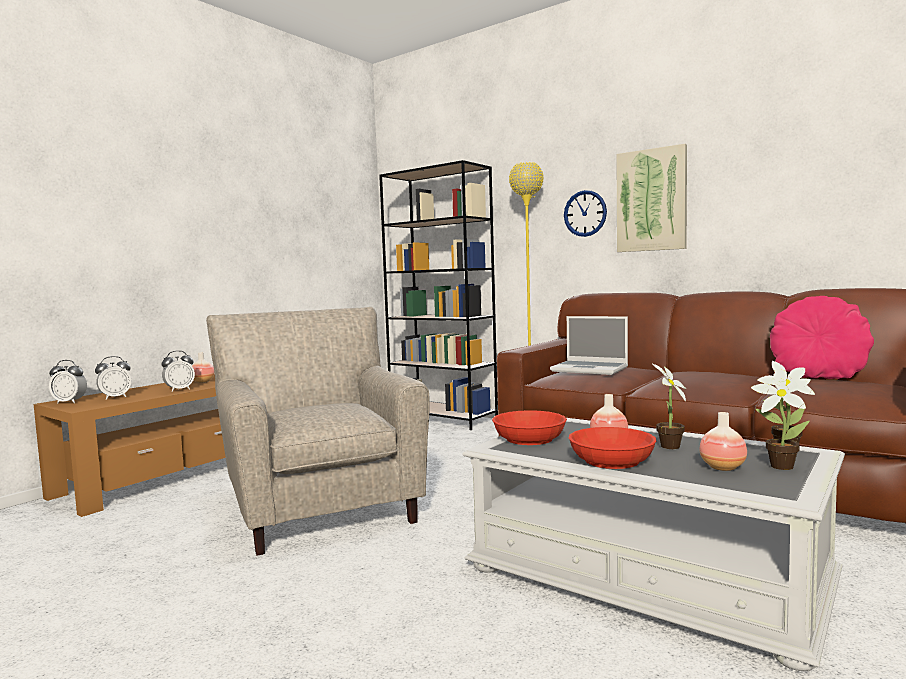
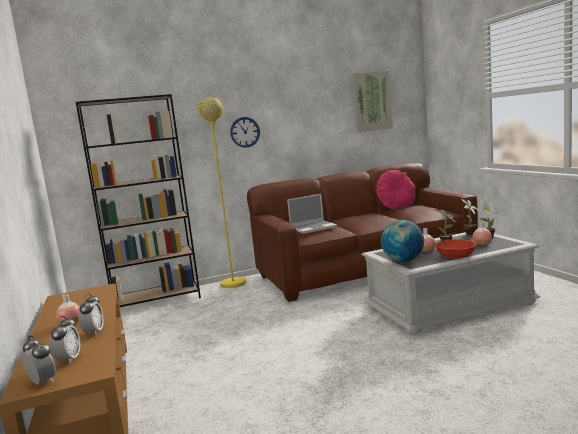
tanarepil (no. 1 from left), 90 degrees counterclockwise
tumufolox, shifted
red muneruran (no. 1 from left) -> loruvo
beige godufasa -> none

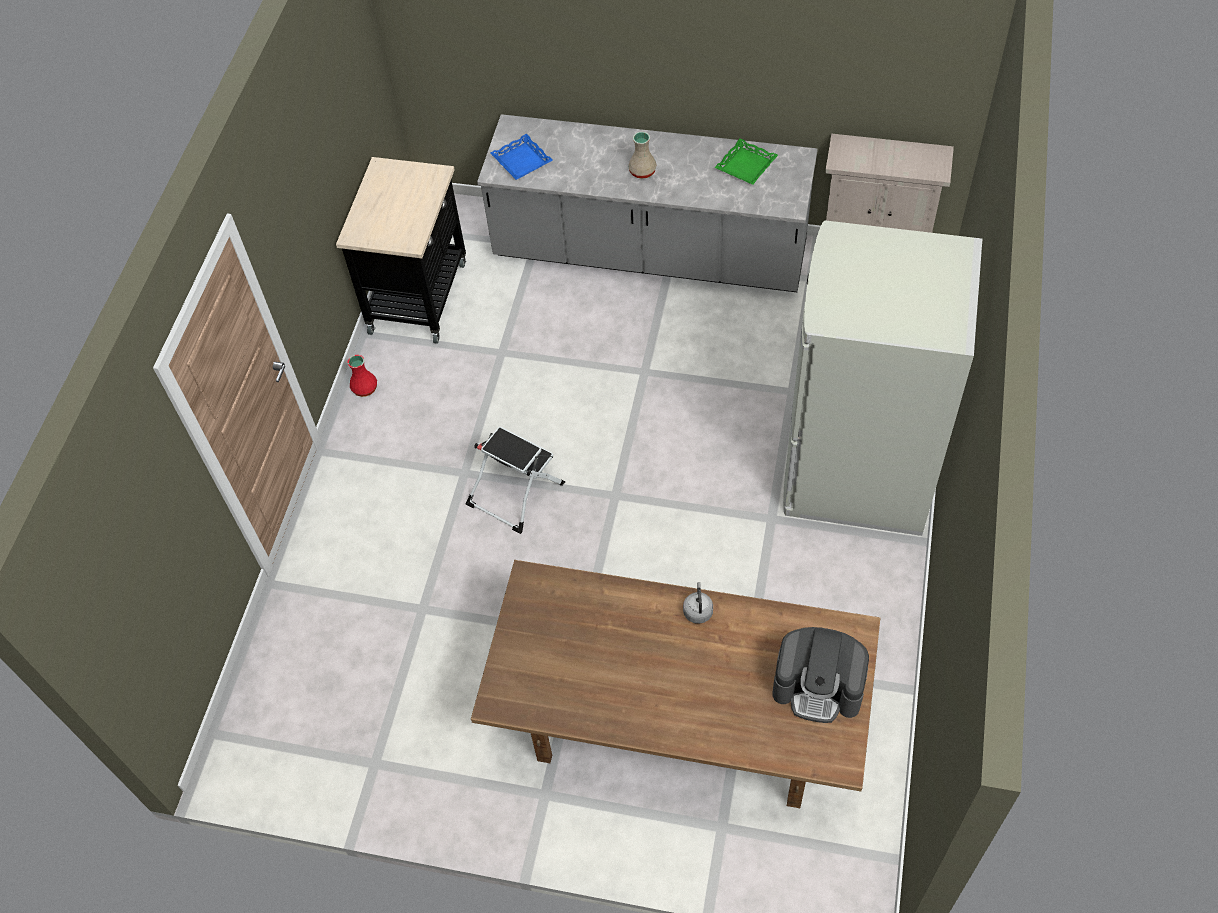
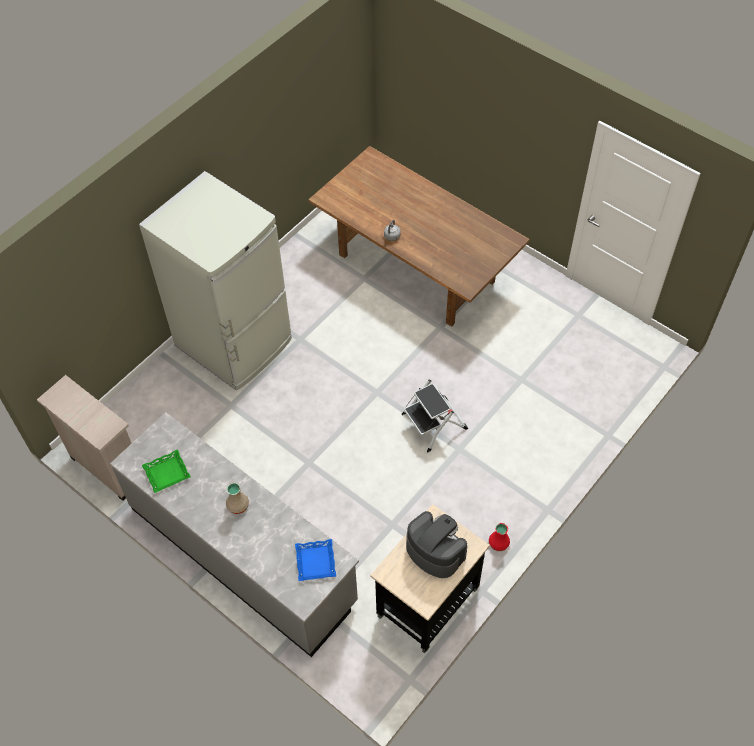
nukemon, shifted

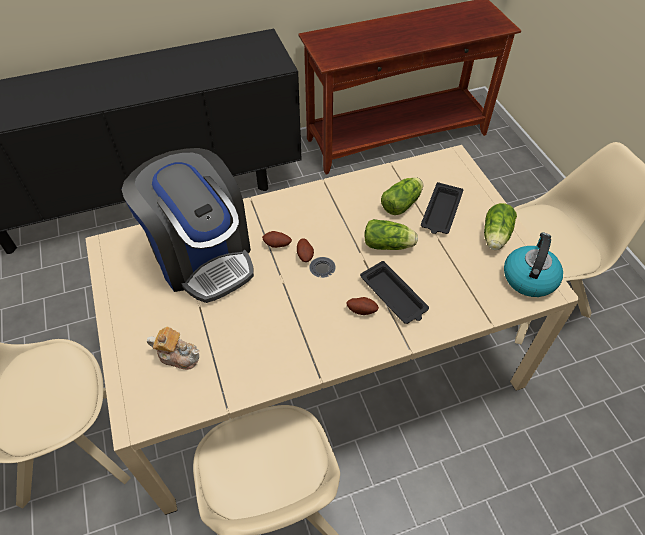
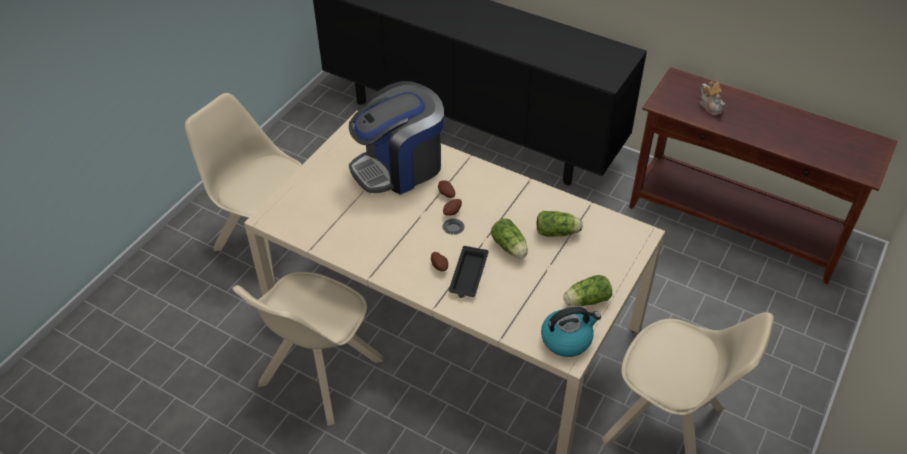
nukemon, 45 degrees clockwise
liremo, shifted
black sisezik (no. 2 from left) -> none

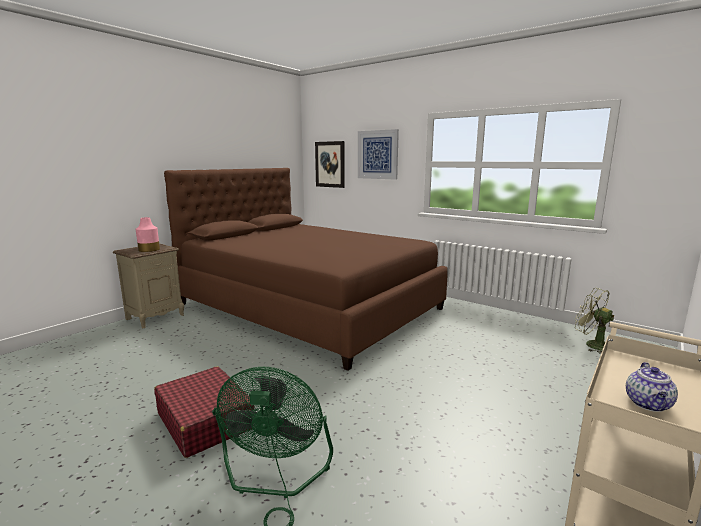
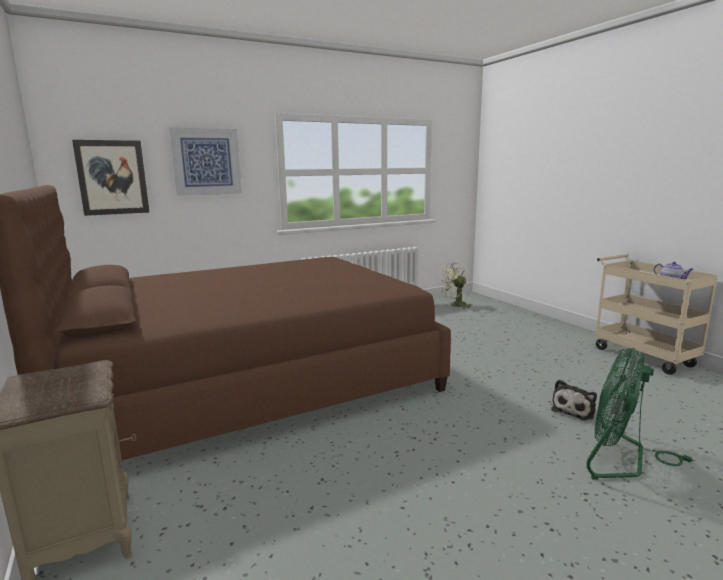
none -> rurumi
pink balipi -> none
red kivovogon -> none

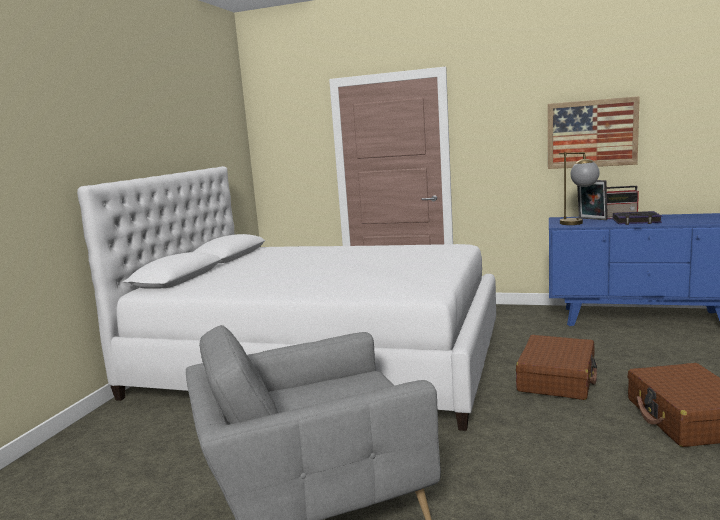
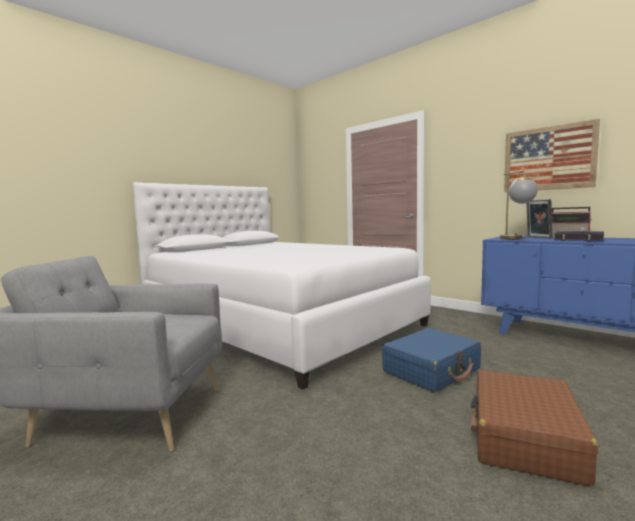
brown kivovogon (no. 1 from left) -> blue kivovogon

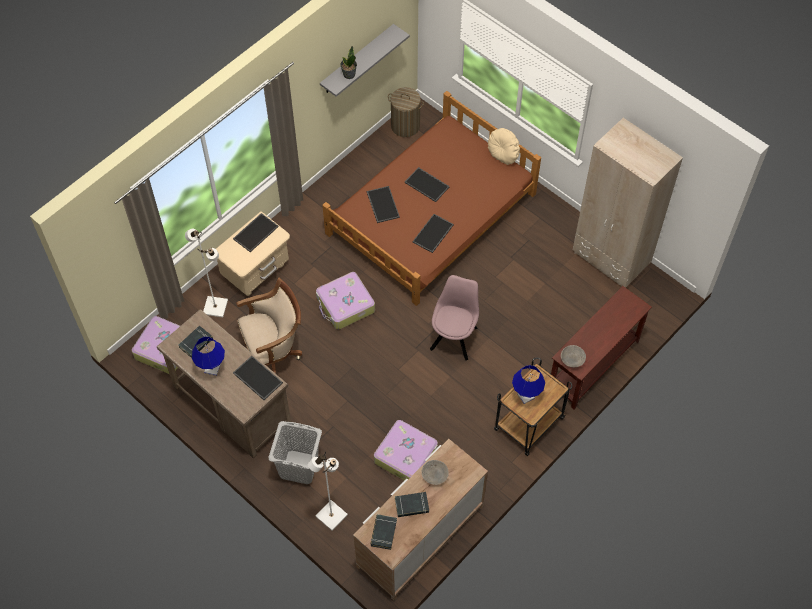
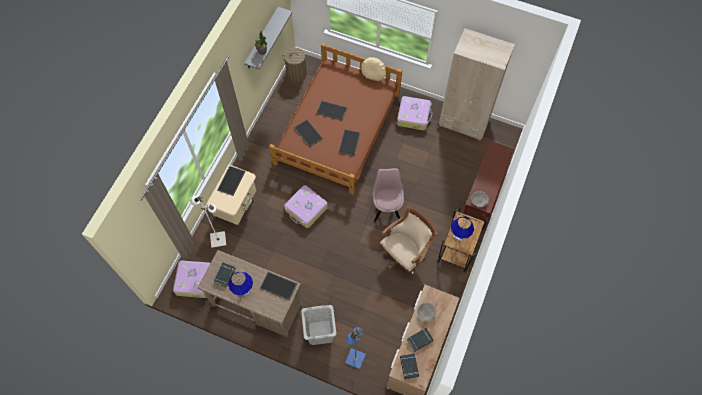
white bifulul (no. 2 from left) -> blue bifulul
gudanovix, shifted
kivovogon (no. 3 from left), shifted

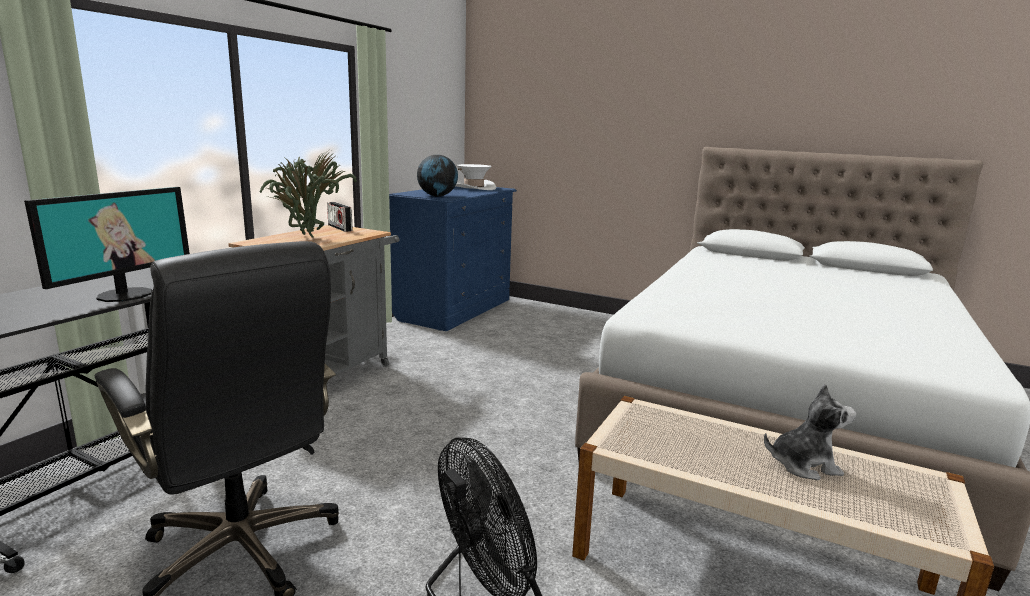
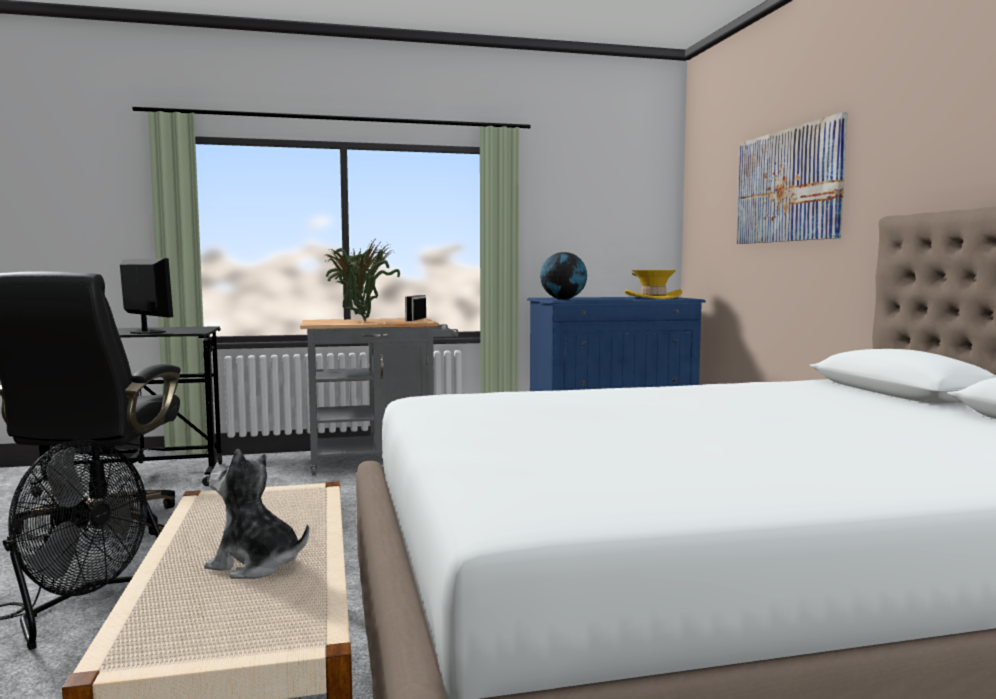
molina, 120 degrees counterclockwise
rurumi, 150 degrees clockwise
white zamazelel -> yellow zamazelel
none -> tumufolox

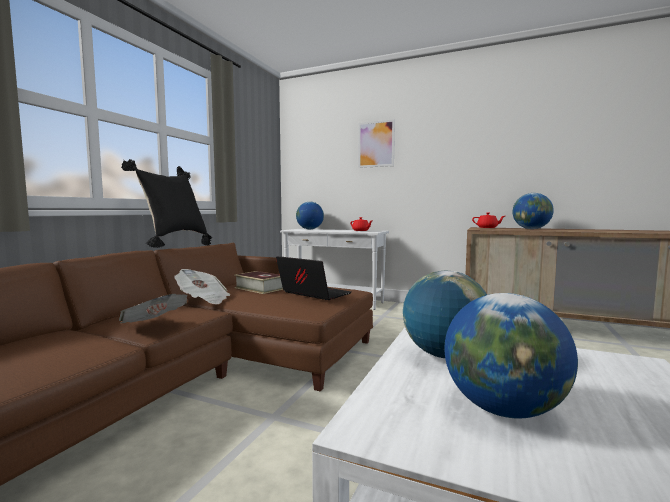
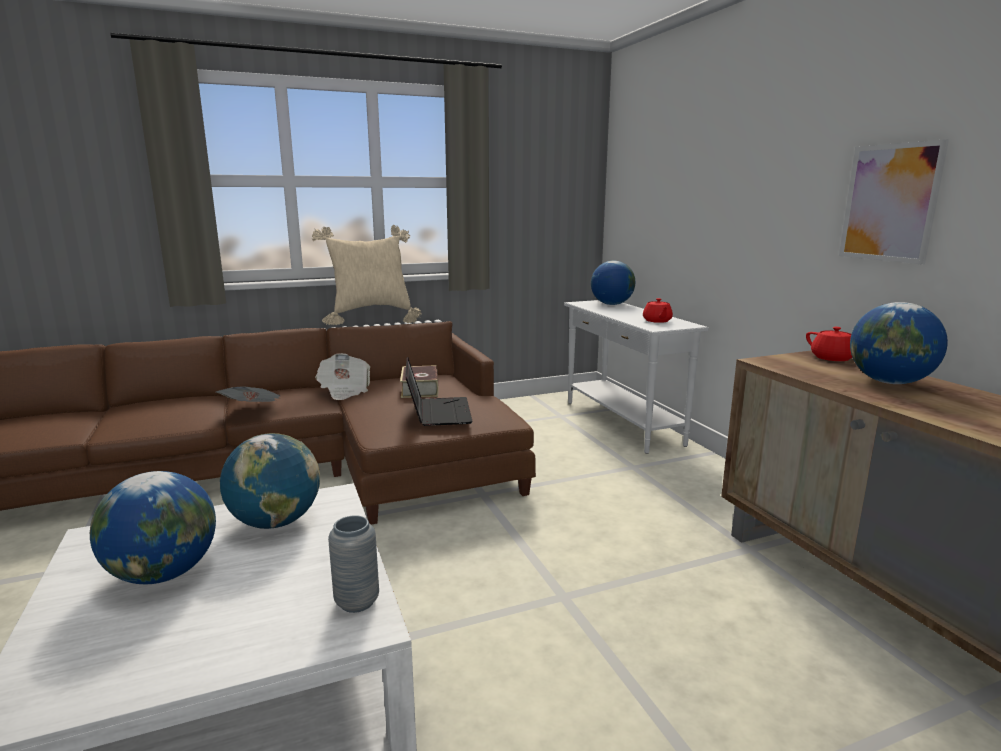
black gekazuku -> beige gekazuku
none -> grey balipi
tumufolox, shifted

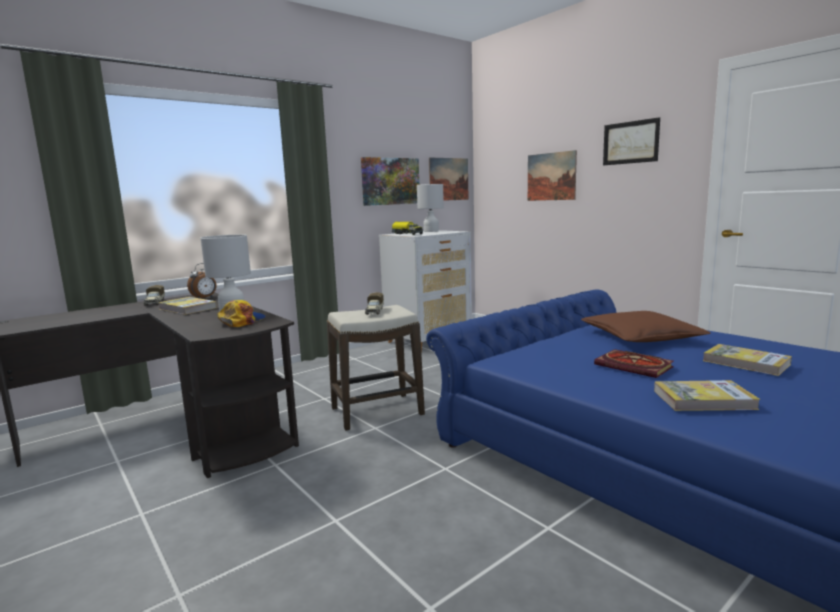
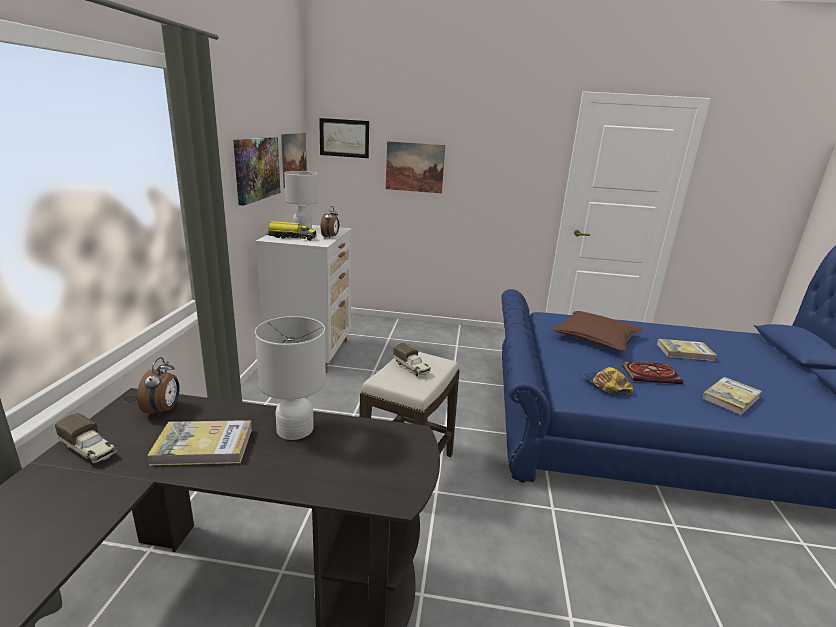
tumufolox (no. 4 from left in the first image) -> tumufolox (no. 3 from left), shifted
none -> tanarepil (no. 2 from left)
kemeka, shifted

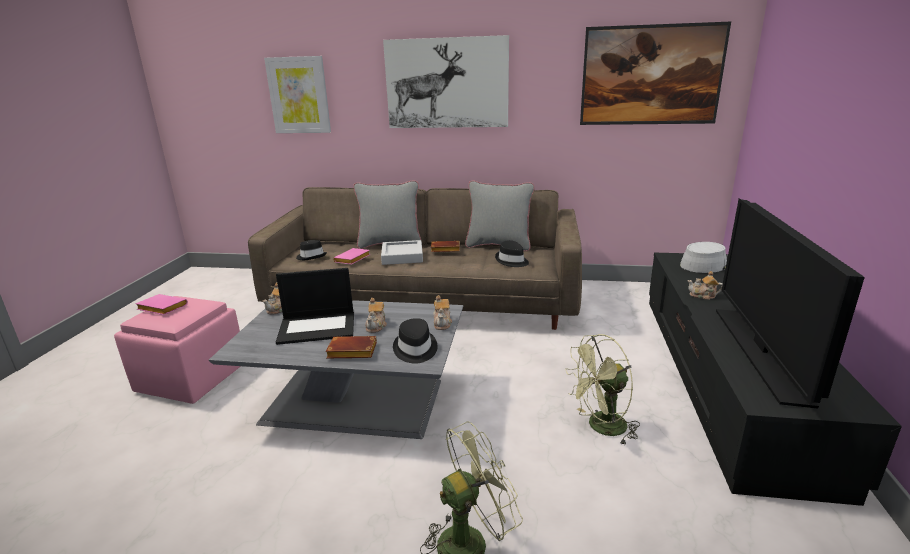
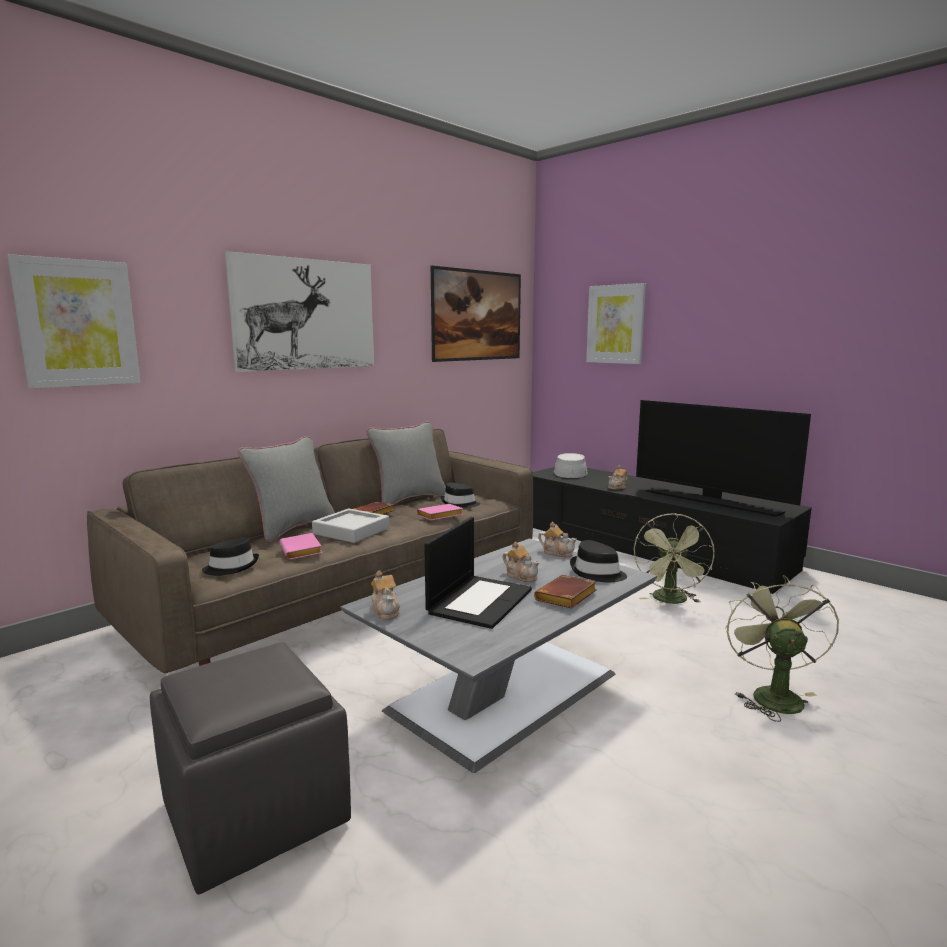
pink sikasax -> grey sikasax
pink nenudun (no. 1 from left in the first image) -> pink nenudun (no. 2 from left), shifted
none -> tumufolox (no. 4 from left)

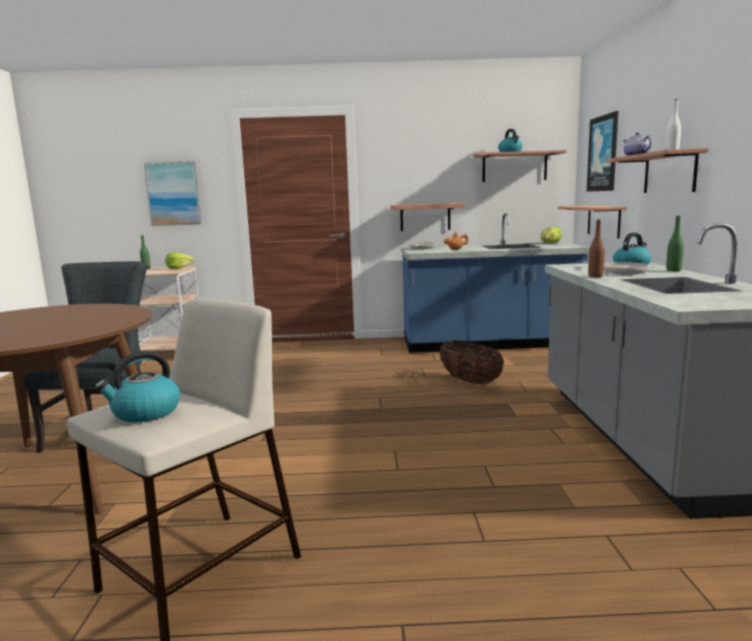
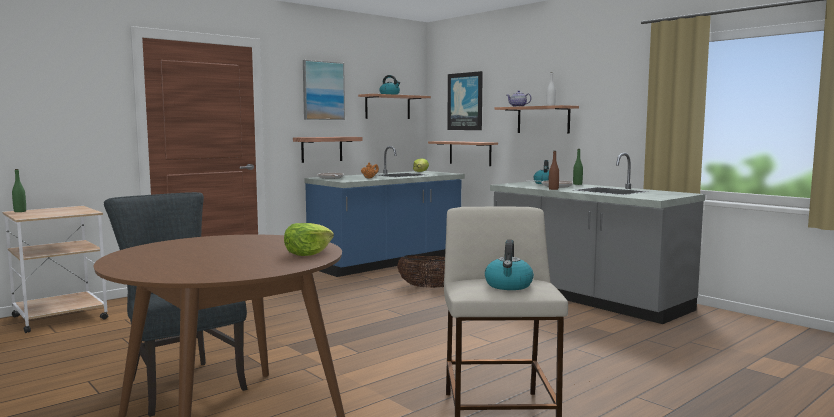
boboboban (no. 1 from left), shifted
tumufolox (no. 1 from left), shifted

